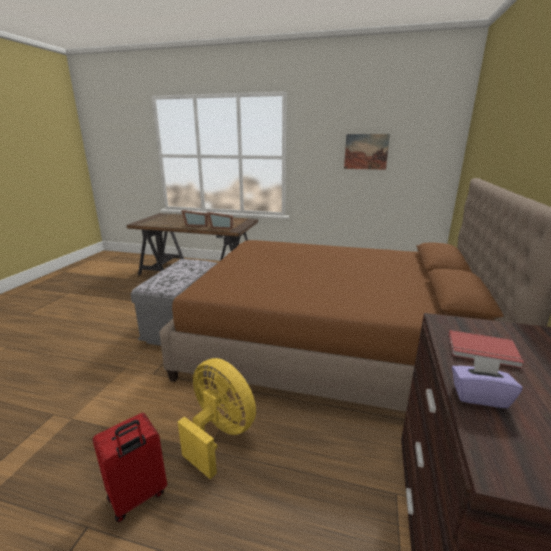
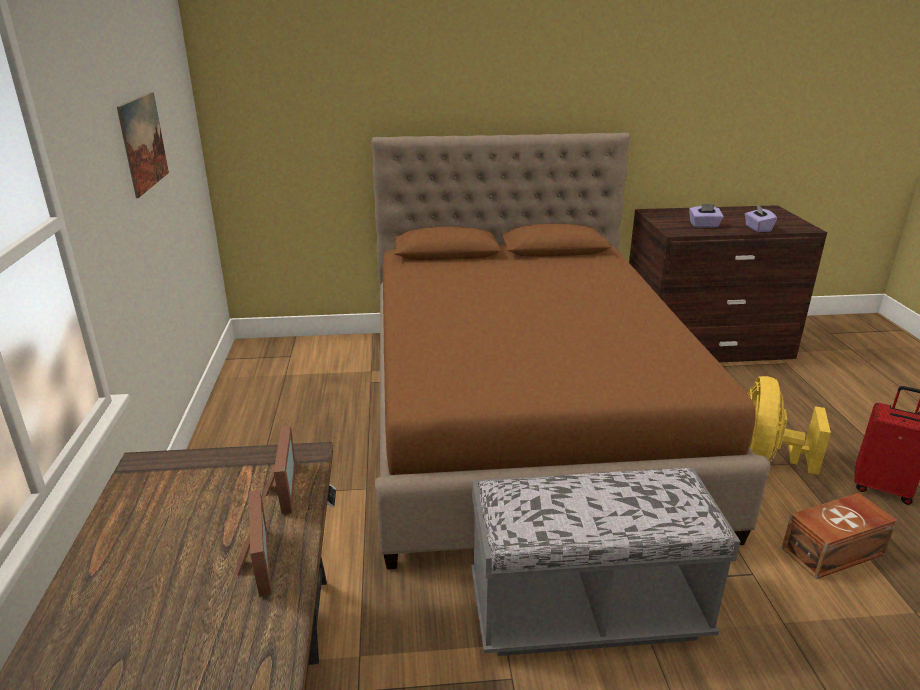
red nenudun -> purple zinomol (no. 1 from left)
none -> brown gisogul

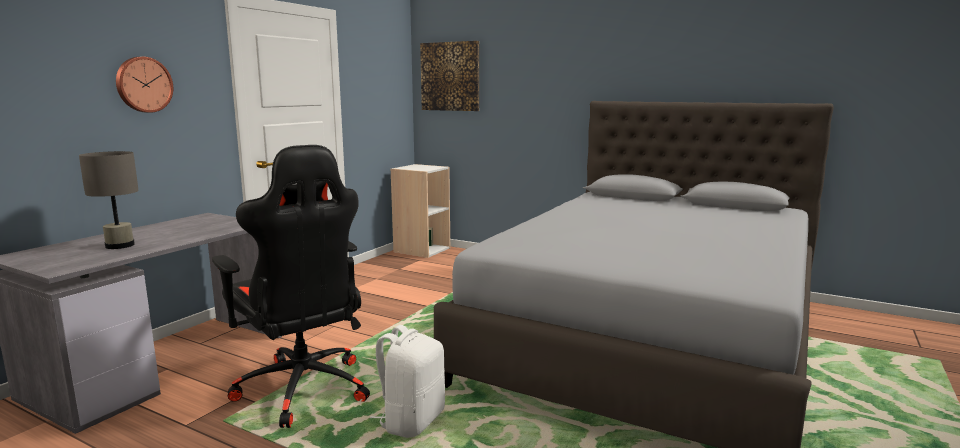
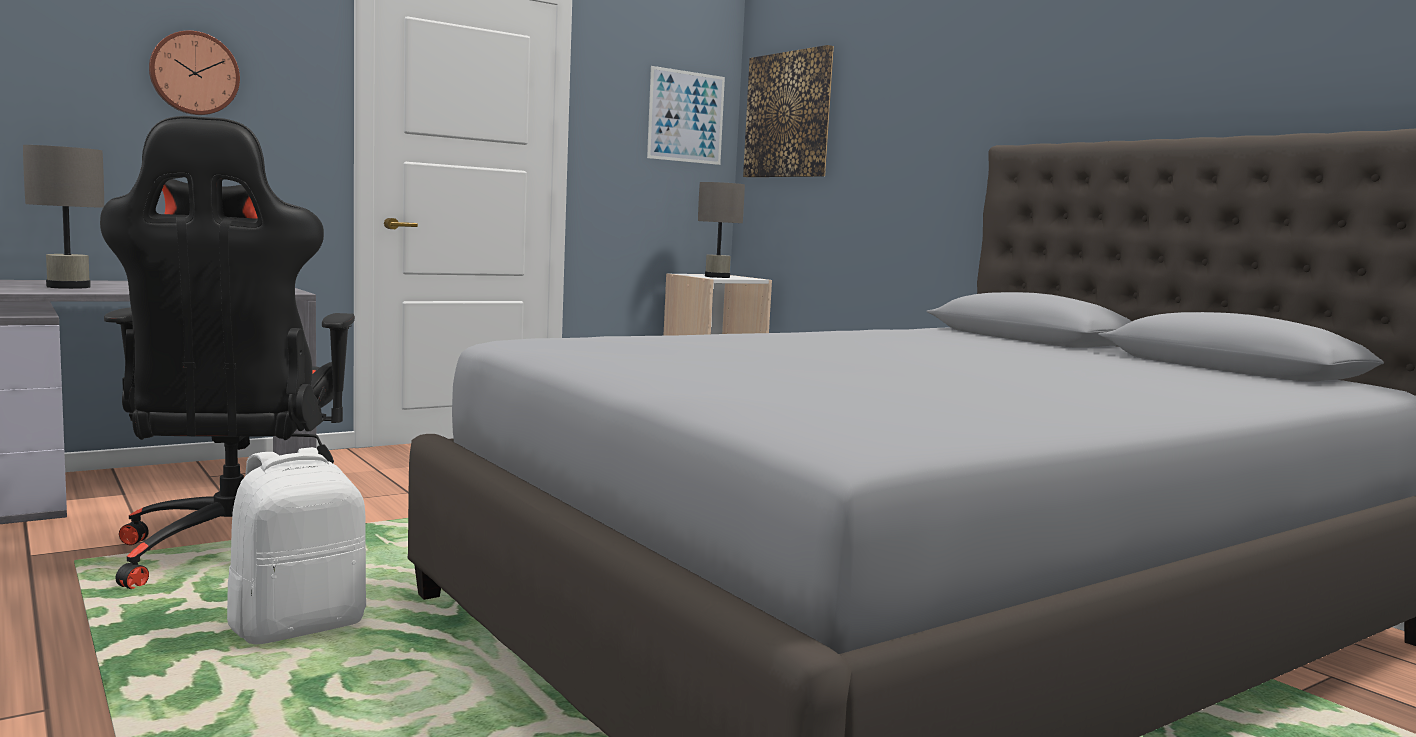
none -> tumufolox (no. 1 from left)
none -> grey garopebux (no. 2 from left)

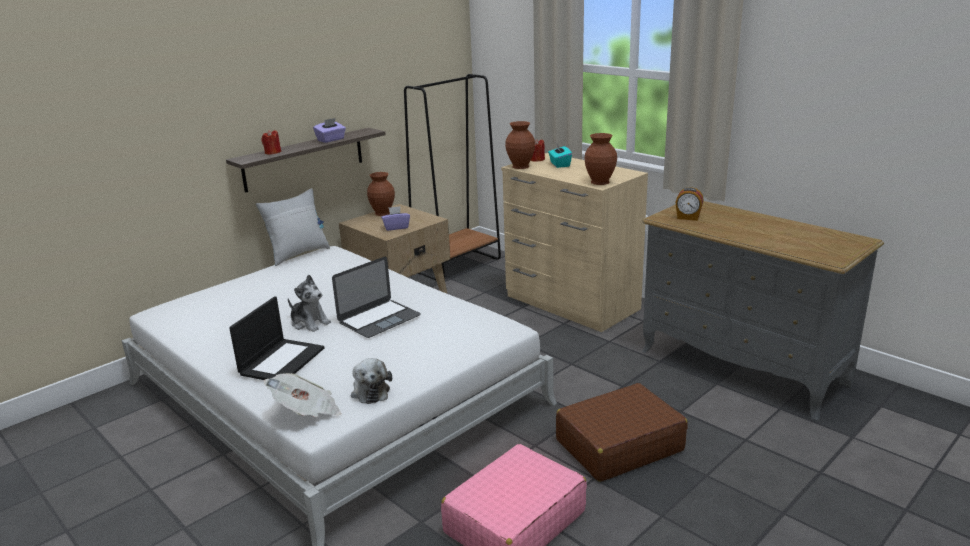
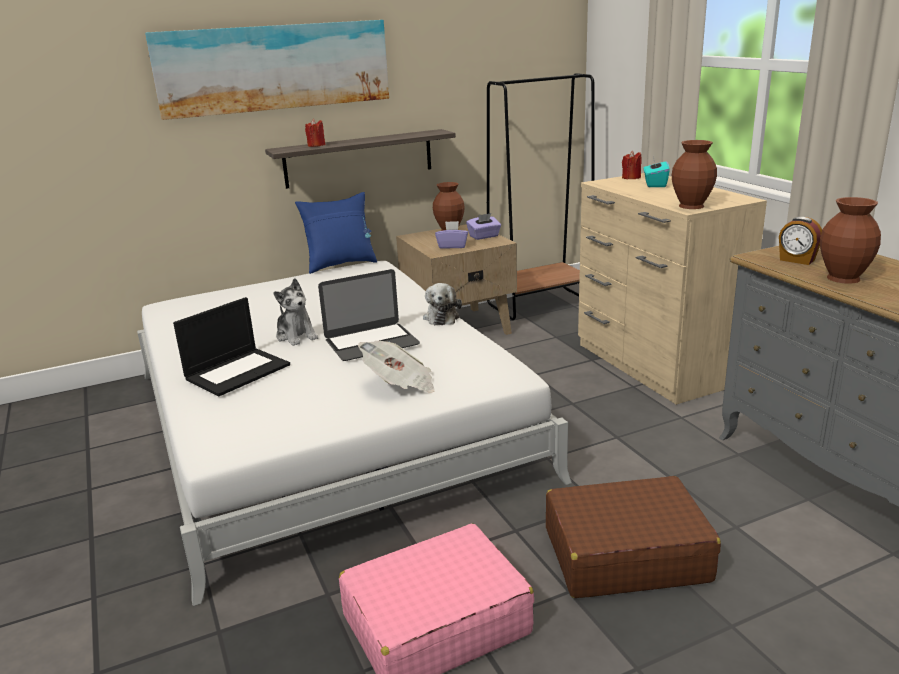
none -> tumufolox
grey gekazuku -> blue gekazuku
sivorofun, shifted
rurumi (no. 2 from left), shifted
purple zinomol (no. 1 from left in the first image) -> purple zinomol (no. 2 from left), shifted
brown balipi (no. 2 from left in the first image) -> brown balipi (no. 3 from left), shifted

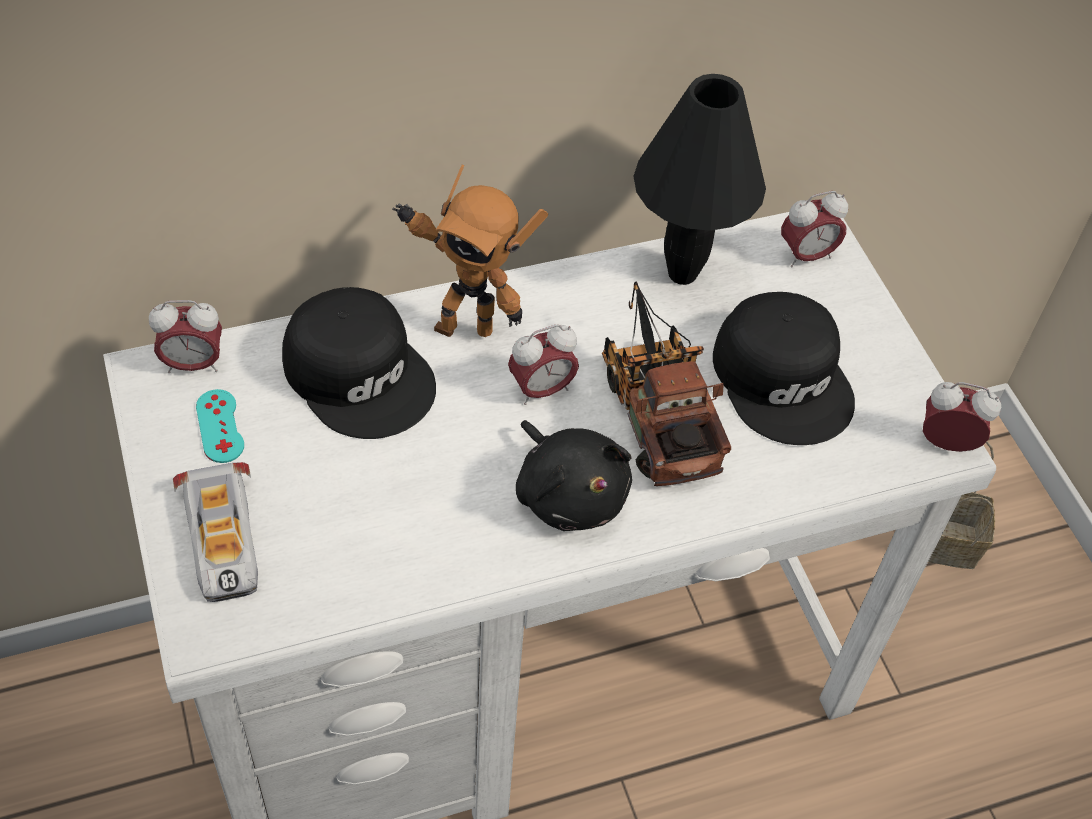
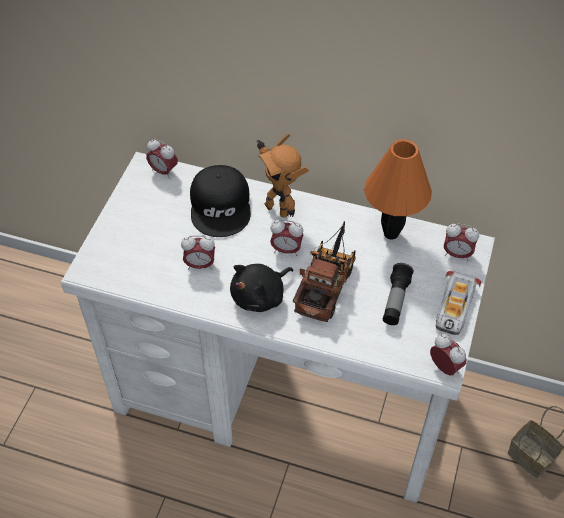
none -> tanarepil (no. 2 from left)
black rurumi, 45 degrees clockwise
black garopebux -> orange garopebux
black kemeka (no. 2 from left) -> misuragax
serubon, shifted
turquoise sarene -> none

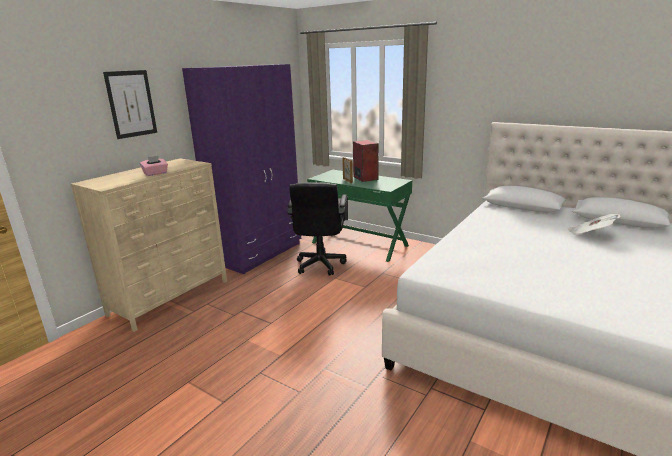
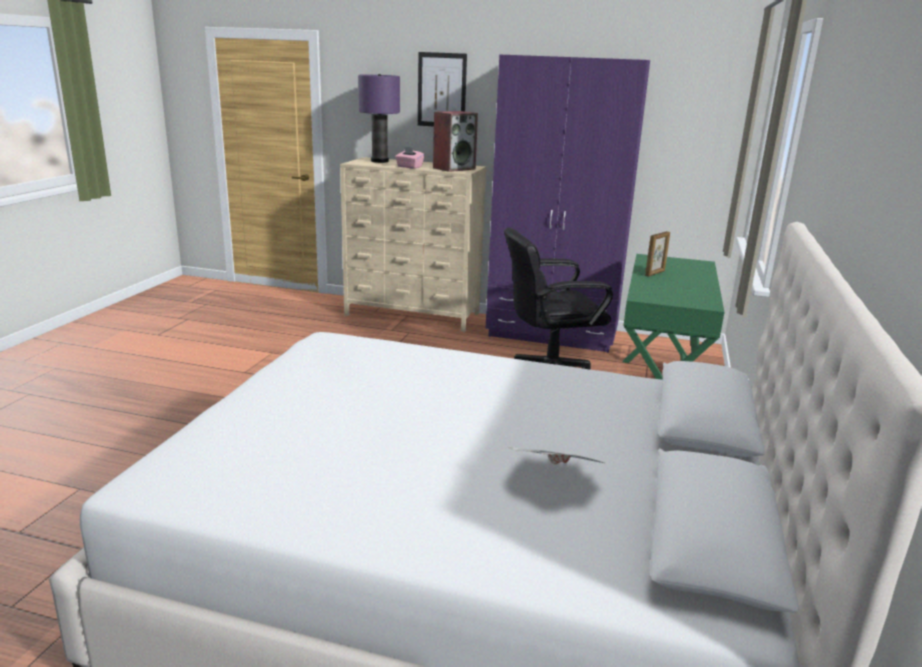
none -> purple garopebux
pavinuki, shifted

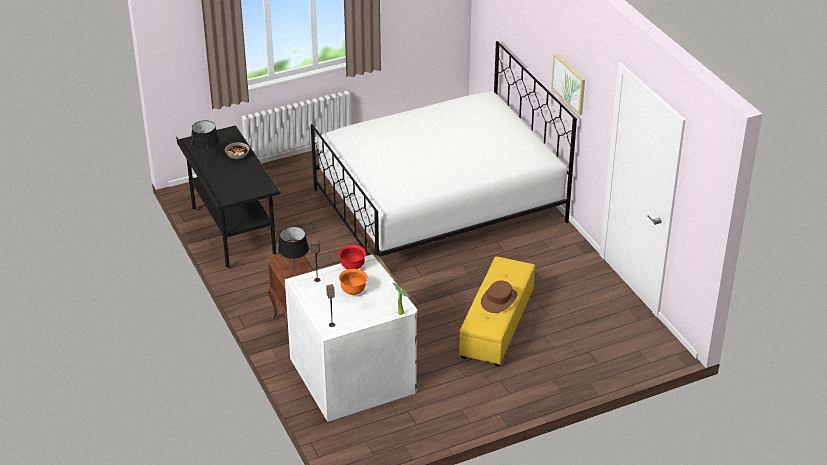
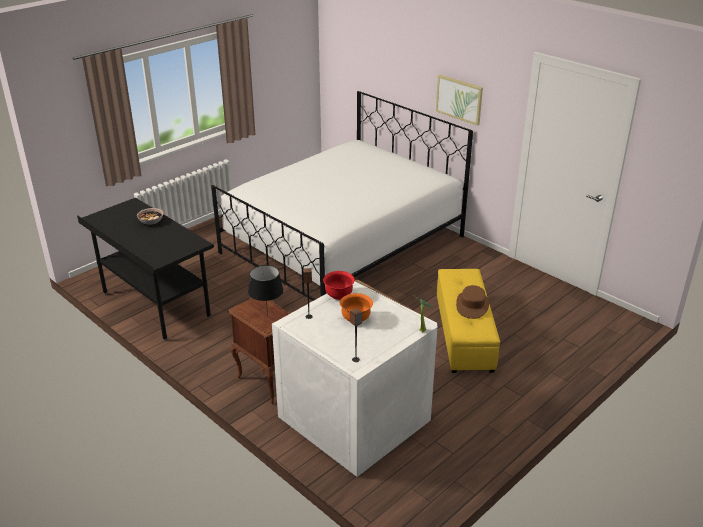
black garopebux (no. 1 from left) -> none

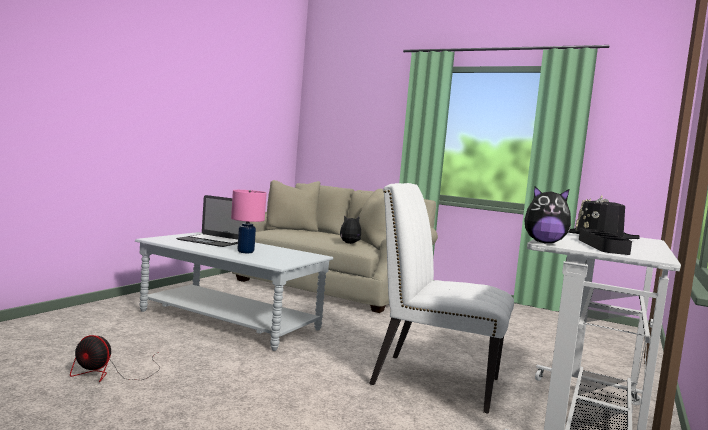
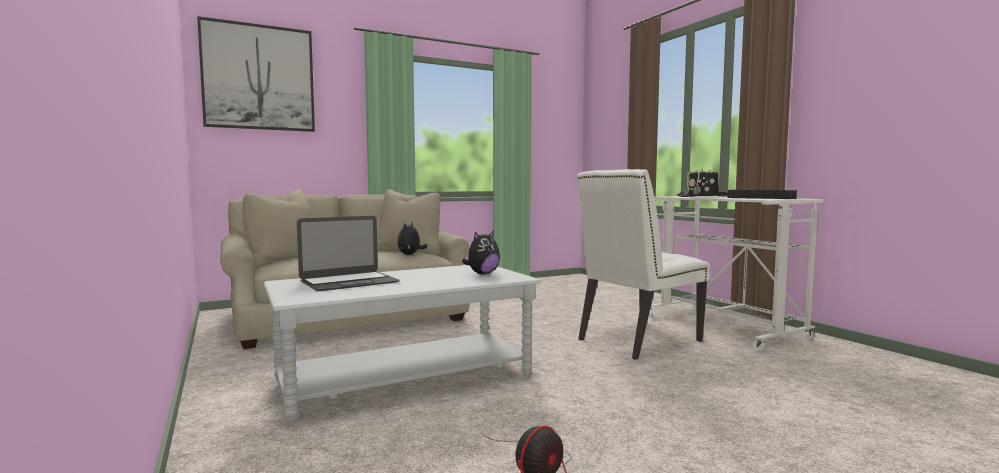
none -> tumufolox
rurumi (no. 2 from left), shifted
pink garopebux -> none

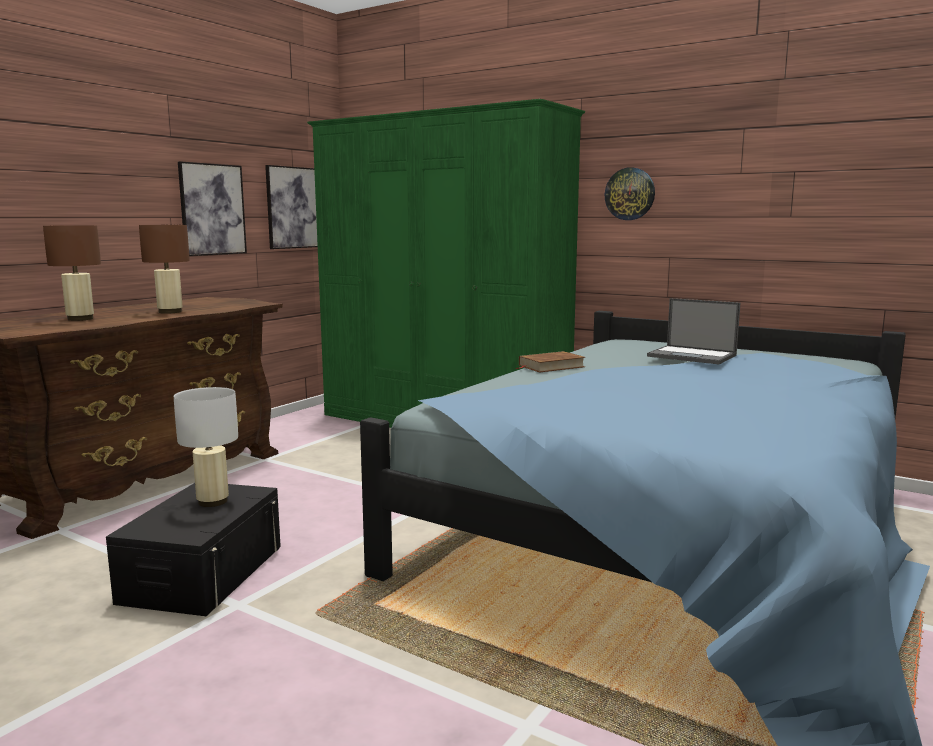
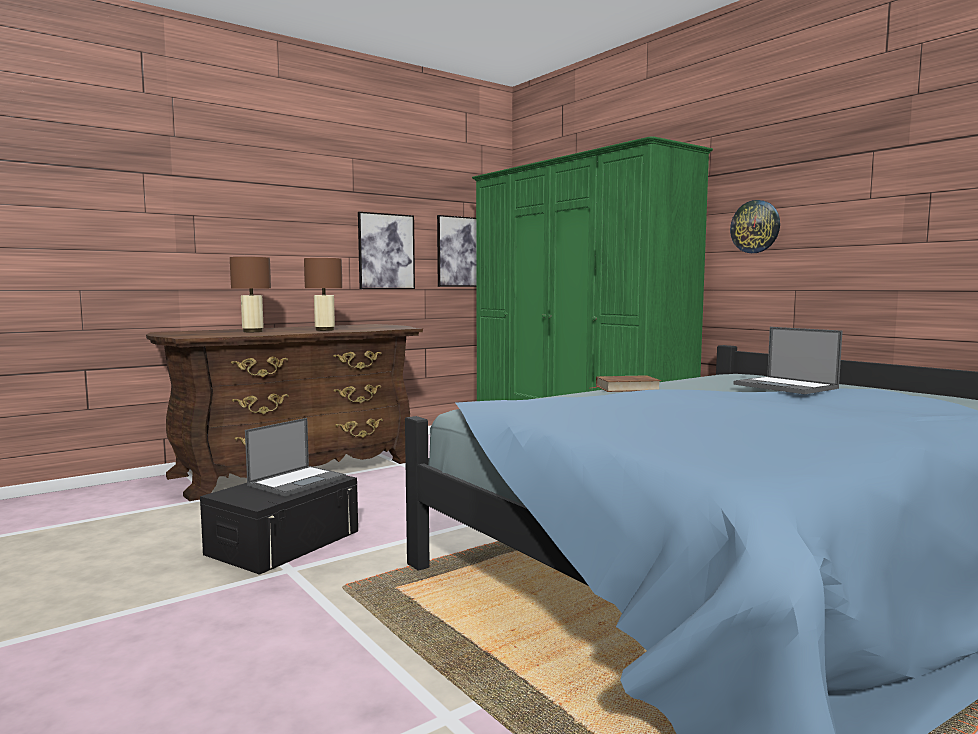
white garopebux -> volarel (no. 1 from left)

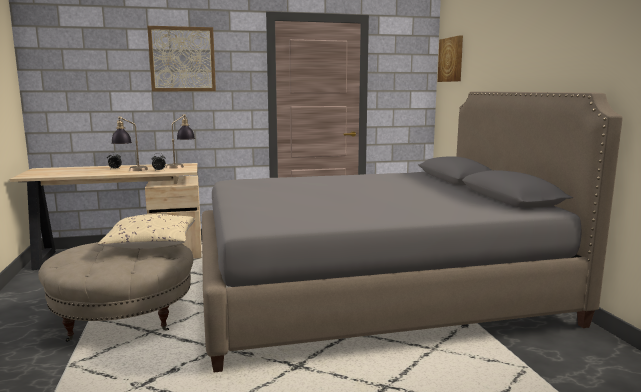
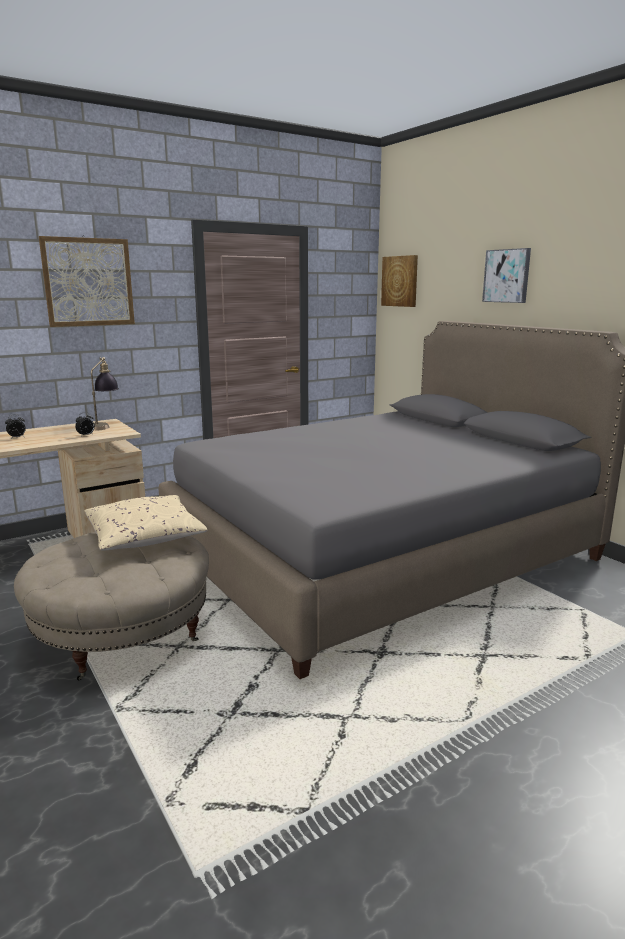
none -> tumufolox (no. 3 from left)
garopebux (no. 1 from left) -> none

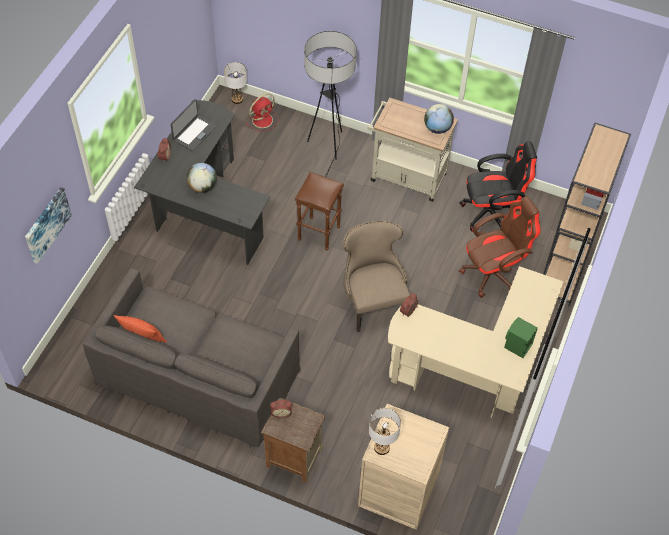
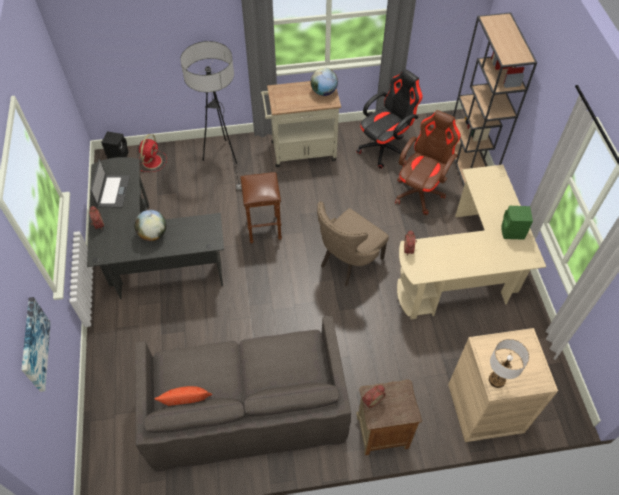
garopebux (no. 1 from left) -> black pavinuki
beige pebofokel, 90 degrees counterclockwise

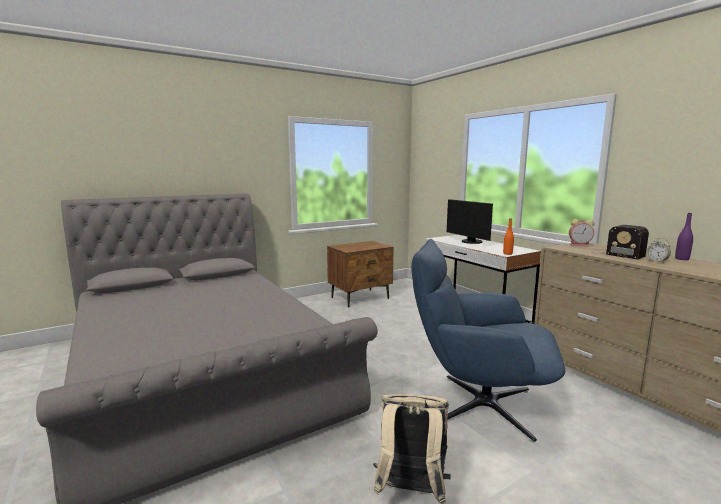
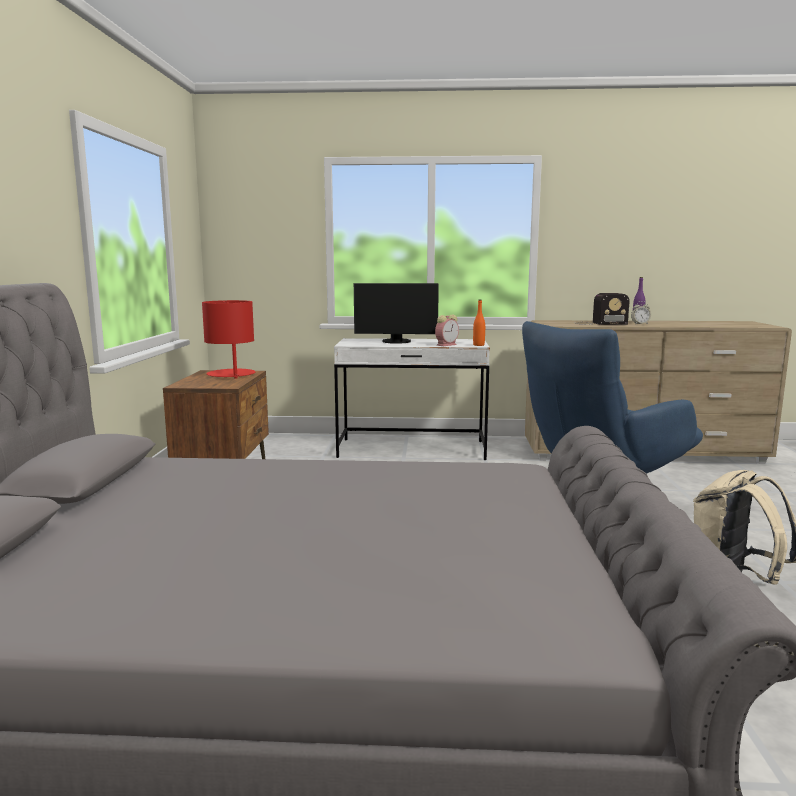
none -> red garopebux
tanarepil (no. 1 from left), shifted

